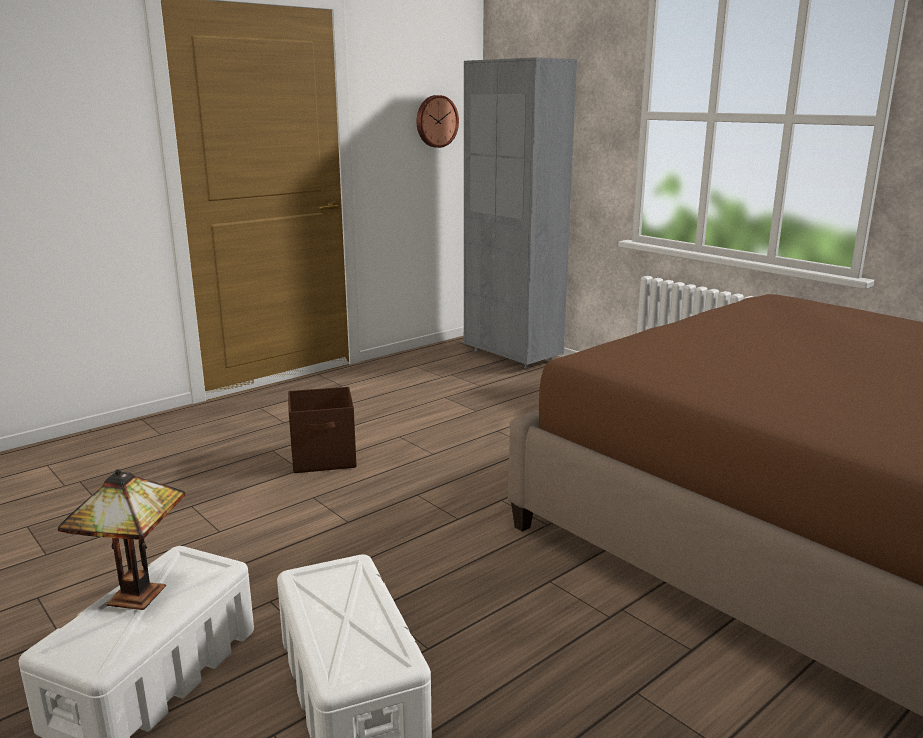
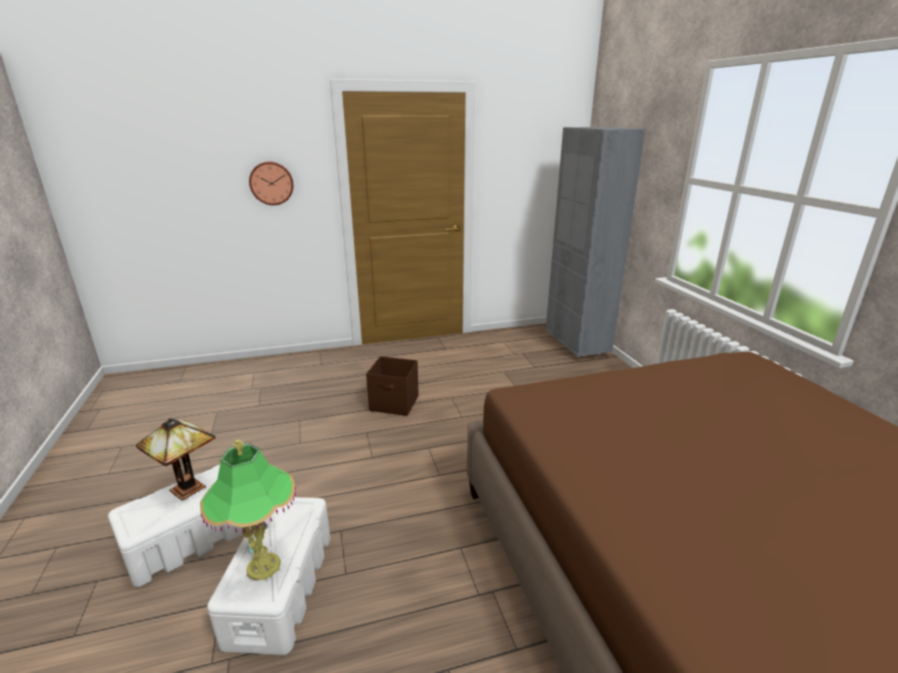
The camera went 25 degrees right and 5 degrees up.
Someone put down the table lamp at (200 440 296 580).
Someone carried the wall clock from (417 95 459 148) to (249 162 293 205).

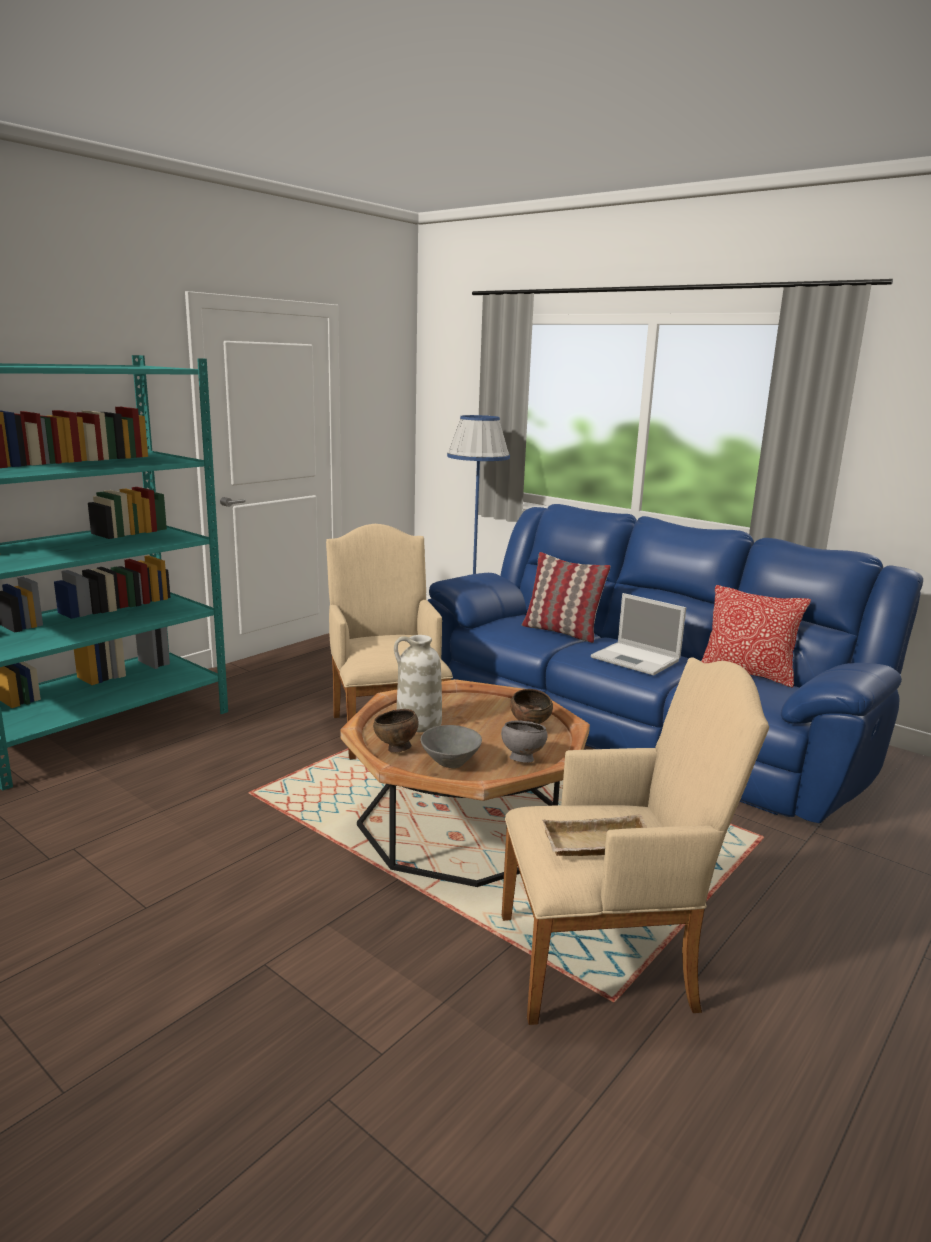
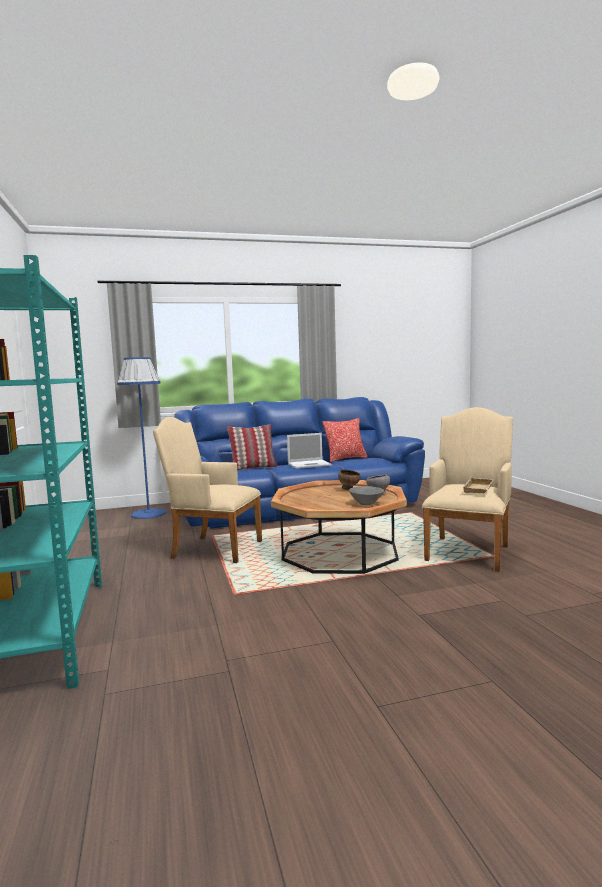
The camera went 55 degrees left and 10 degrees down.
Someone took away the bowl/brown at (373 709 418 753).
Someone took away the vase/white at (394 635 442 732).

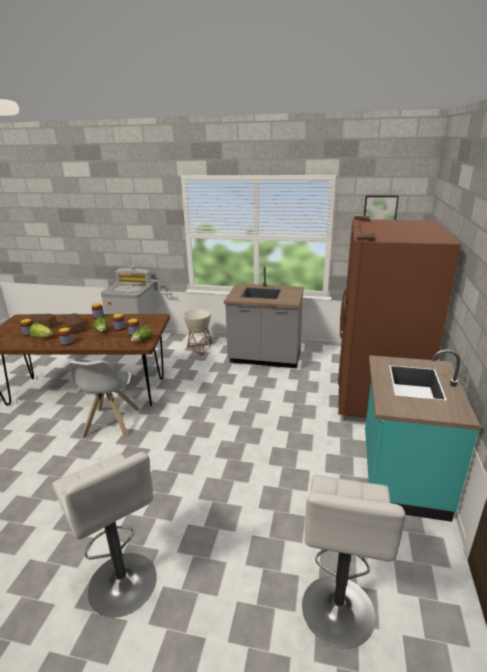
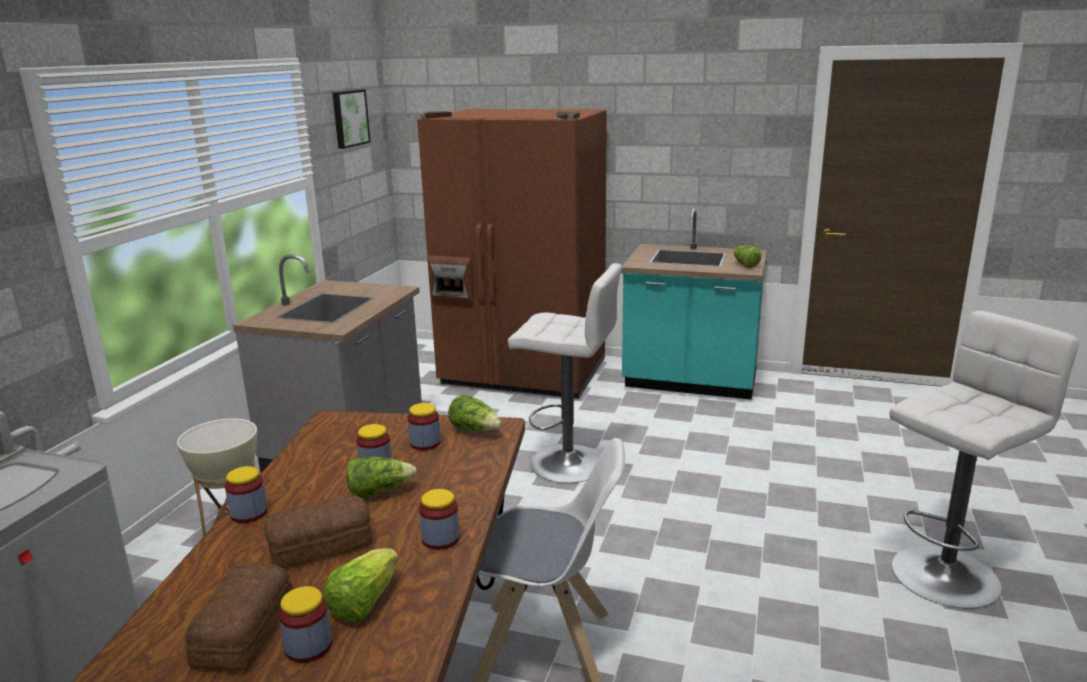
The camera went 85 degrees left and 5 degrees down.
Someone carried the stool/white from (302 475 406 649) to (508 263 622 483).
Someone put down the lettuce at (734 245 761 268).

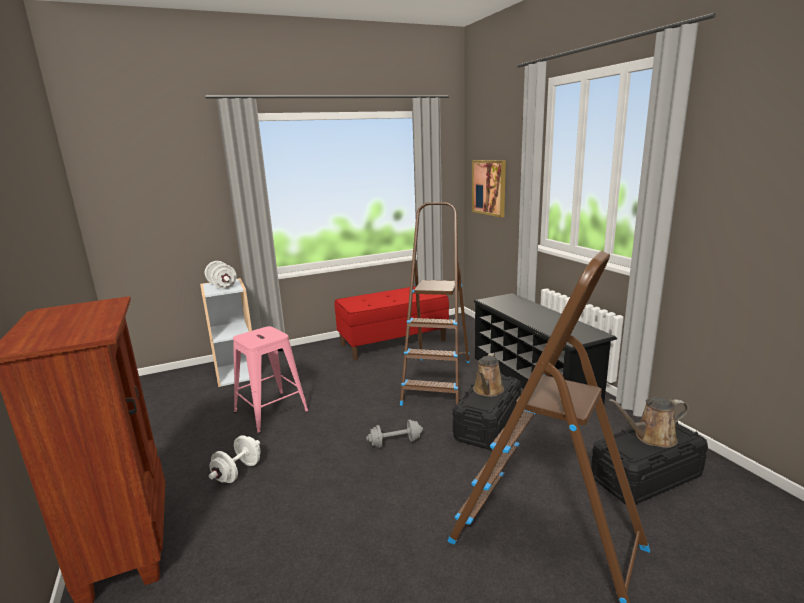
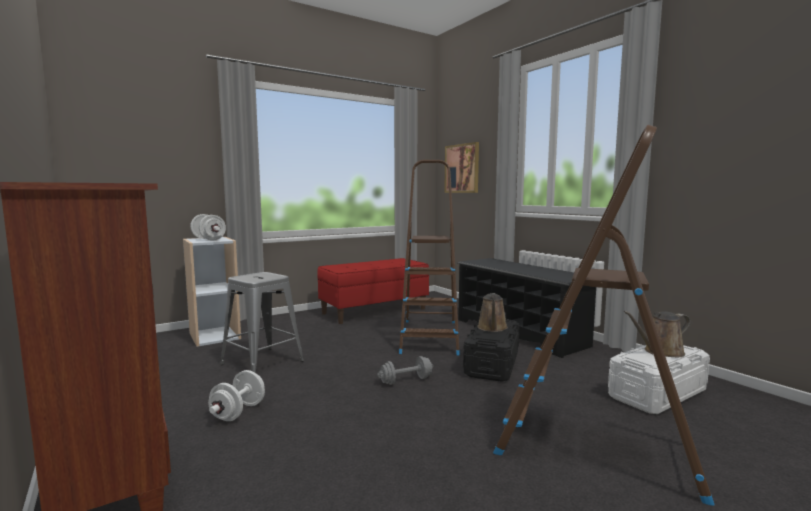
The camera went 10 degrees left and 10 degrees down.
Someone repainted the stool/pink at (233 326 308 433), which became the stool/grey at (220 272 304 373).
Someone repainted the storage box/black at (591 422 708 505), which became the storage box/white at (608 345 710 414).

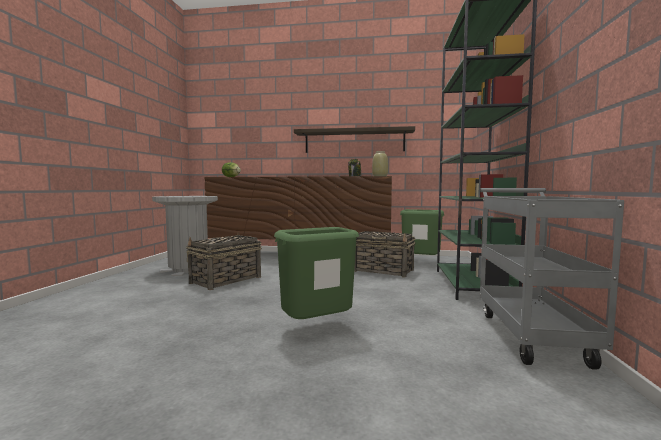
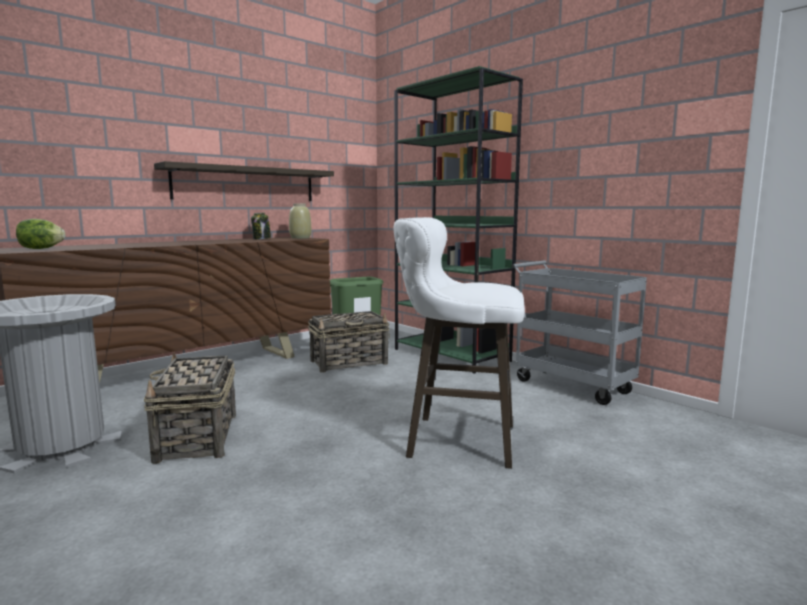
The camera went 50 degrees left and 5 degrees up.
Someone swapped the trash can/green at (274 227 359 319) for the stool/white at (394 217 525 469).

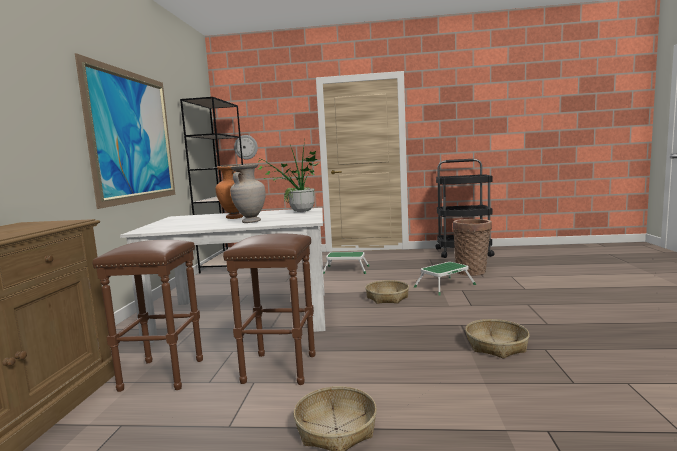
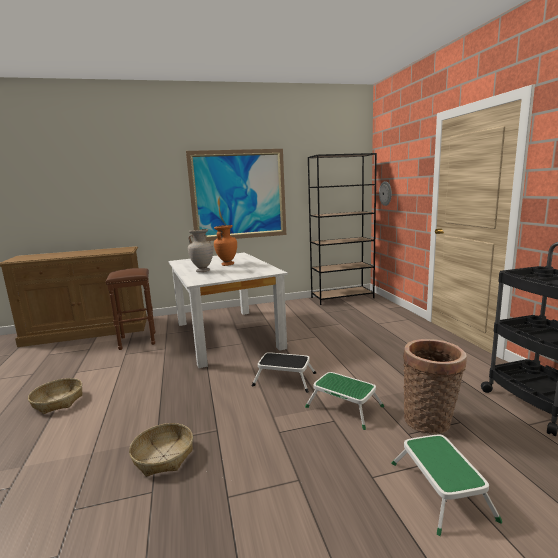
The camera went 70 degrees right and 5 degrees up.
Someone swapped the basket at (365 280 409 304) for the step ladder/black at (252 352 316 393).
Someone carried the step ladder/green from (323 252 369 274) to (391 435 502 536).
Someone took away the stool/brown at (223 234 315 385).
Someone took away the potted plant at (256 140 320 212).

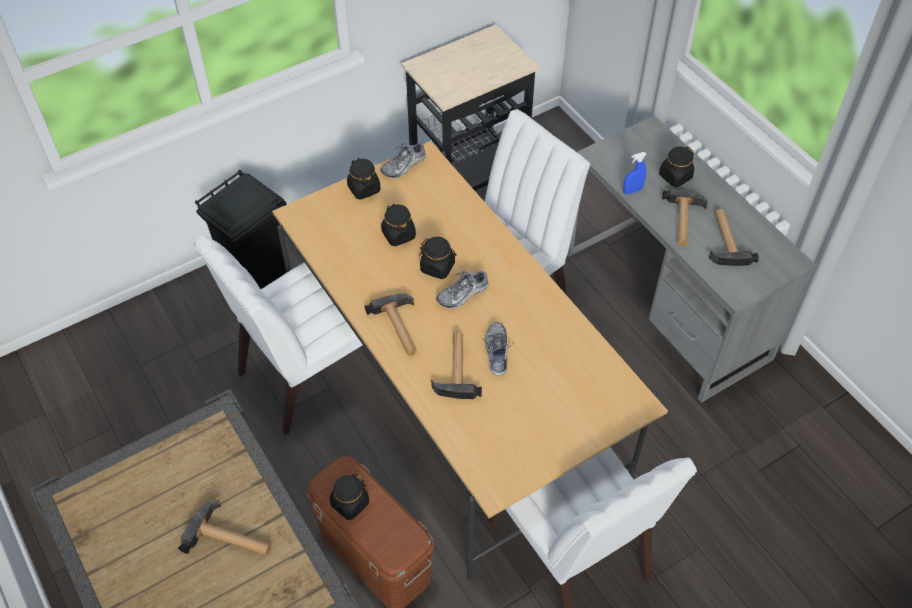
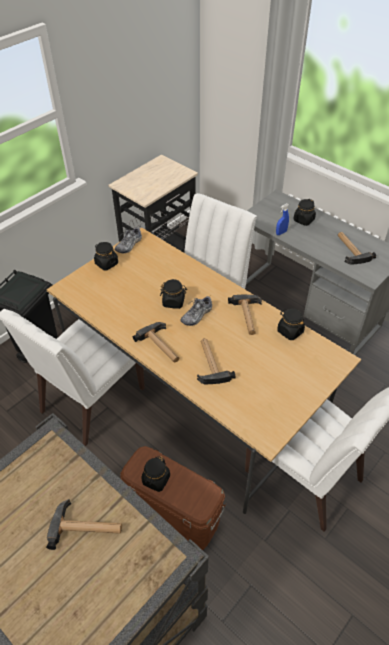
The camera went 15 degrees left and 5 degrees down.
Someone carried the hammer from (662 189 708 246) to (228 294 262 335).
Someone carried the jar/black from (381 204 416 246) to (277 309 305 340).
Someone took away the shoe at (482 322 514 376).

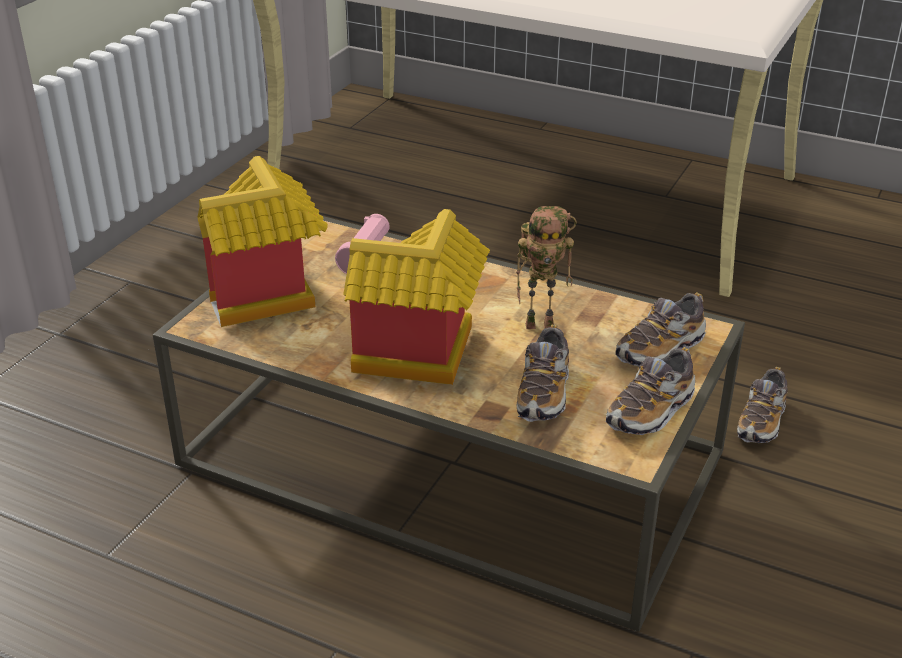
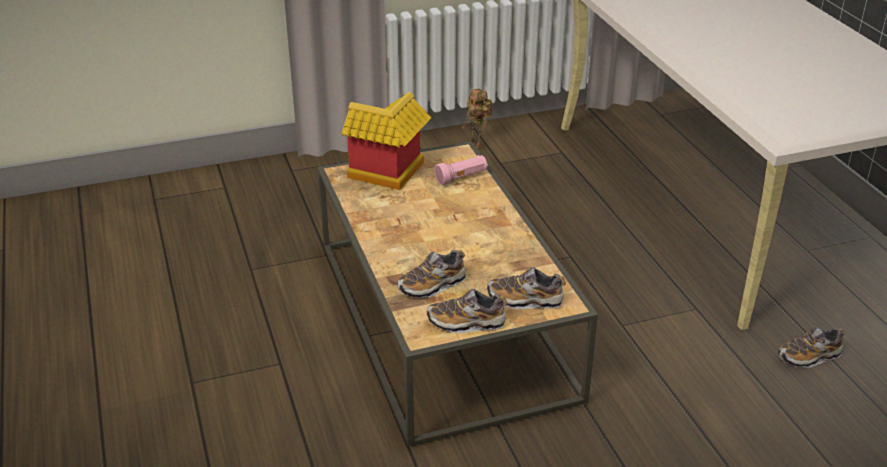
The camera went 45 degrees right and 0 degrees up.
Someone carried the toy robot from (516 206 577 329) to (462 89 492 149).
Someone carried the shoe from (737 367 788 443) to (778 326 845 368).
Someone took away the toy house at (343 209 490 385).

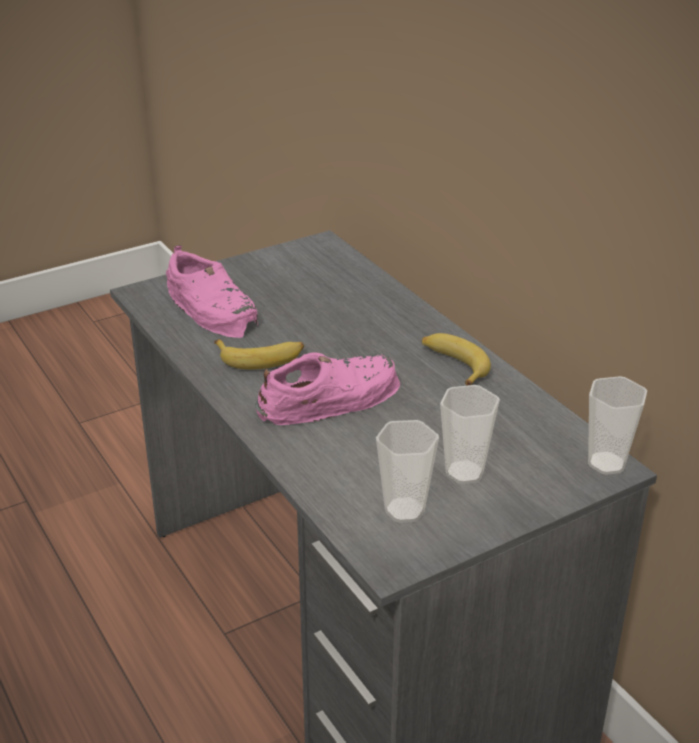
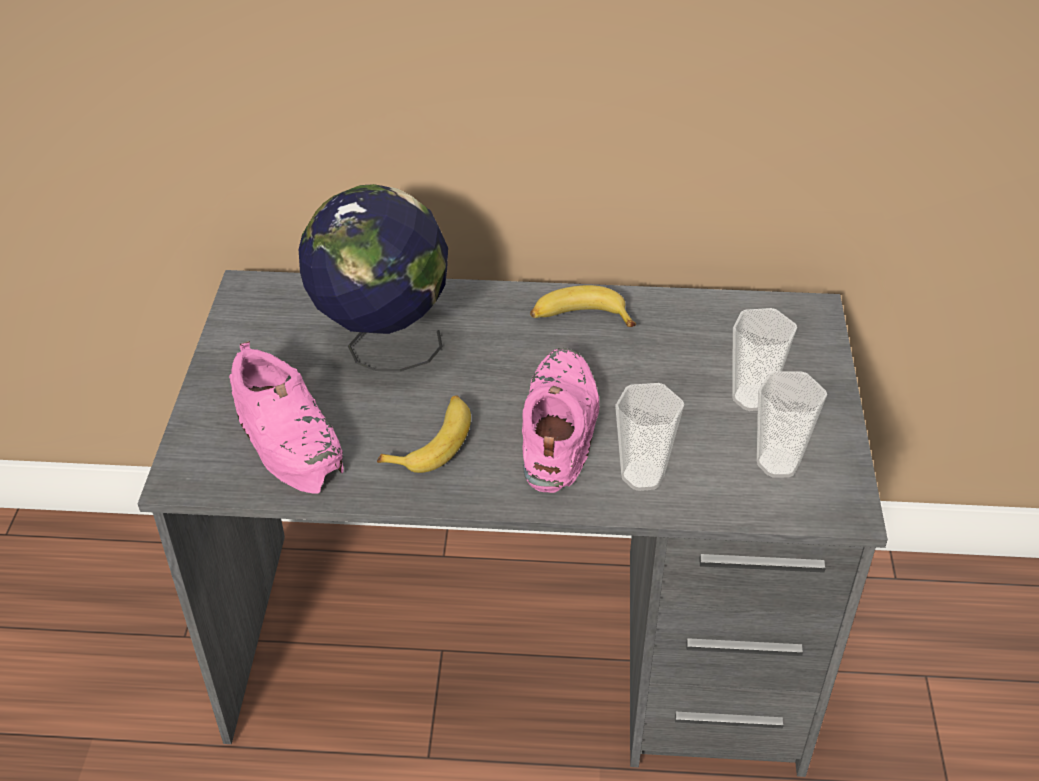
The camera went 55 degrees left and 10 degrees up.
Someone rotated the shoe/pink at (166 245 258 338) by 60 degrees clockwise.
Someone put down the globe at (299 184 448 371).
Someone carried the cup from (588 376 647 475) to (615 383 684 491).

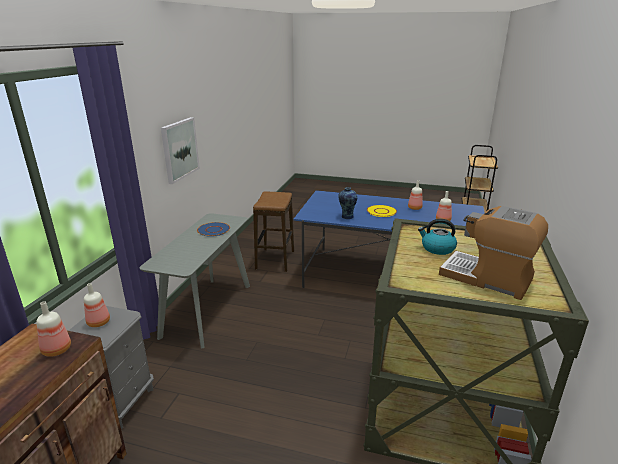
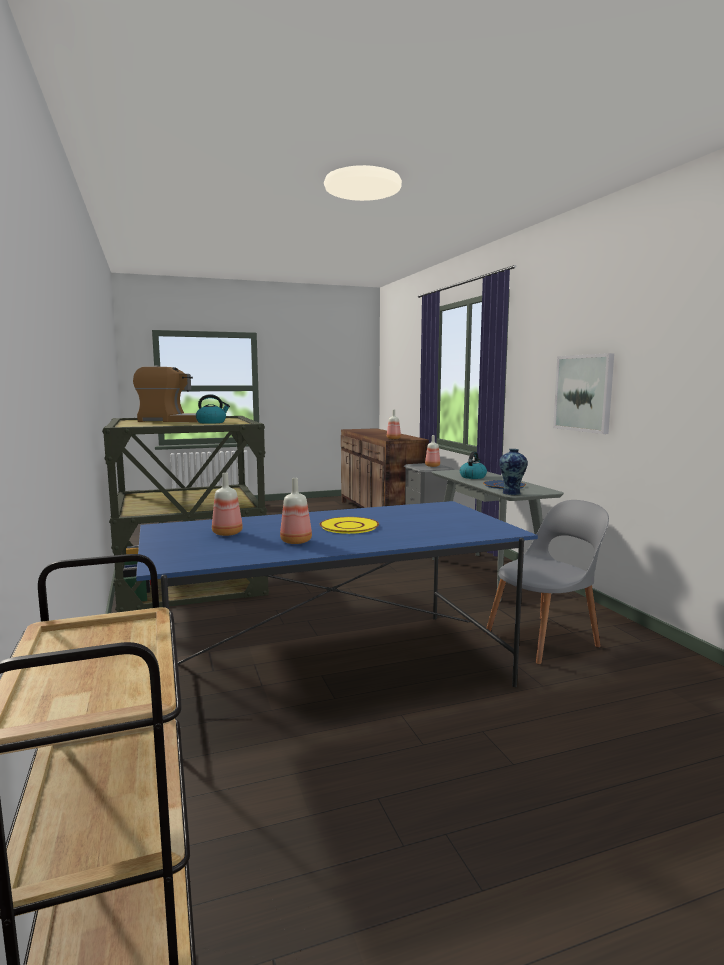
The camera went 145 degrees right and 15 degrees down.
Someone put down the kettle at (460 452 487 479).
Someone swapped the stool at (253 192 294 272) for the chair/grey at (485 500 609 664).
Someone carried the vase from (338 187 357 219) to (499 449 528 495).

